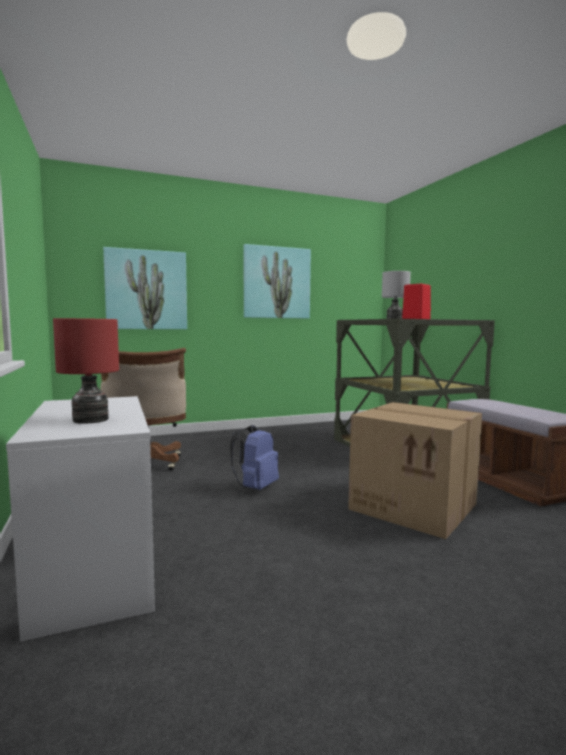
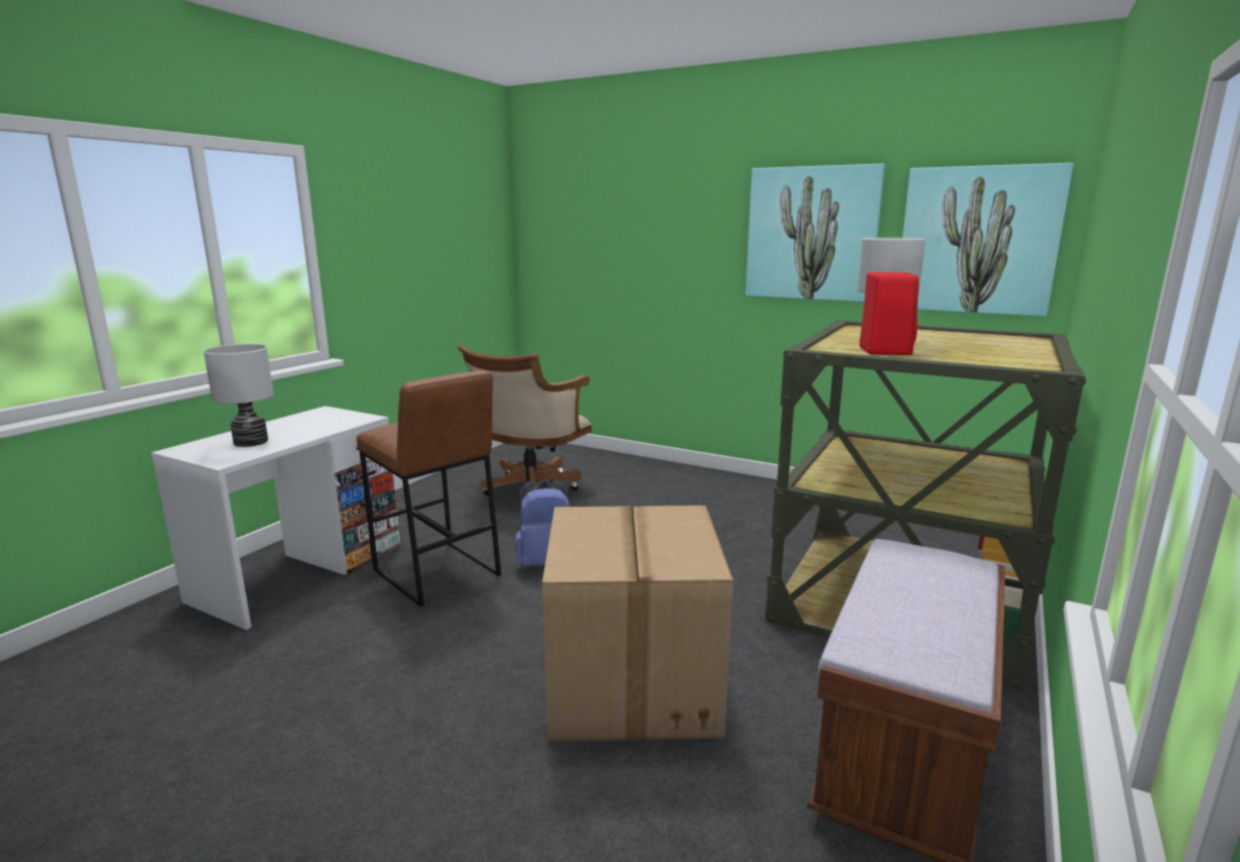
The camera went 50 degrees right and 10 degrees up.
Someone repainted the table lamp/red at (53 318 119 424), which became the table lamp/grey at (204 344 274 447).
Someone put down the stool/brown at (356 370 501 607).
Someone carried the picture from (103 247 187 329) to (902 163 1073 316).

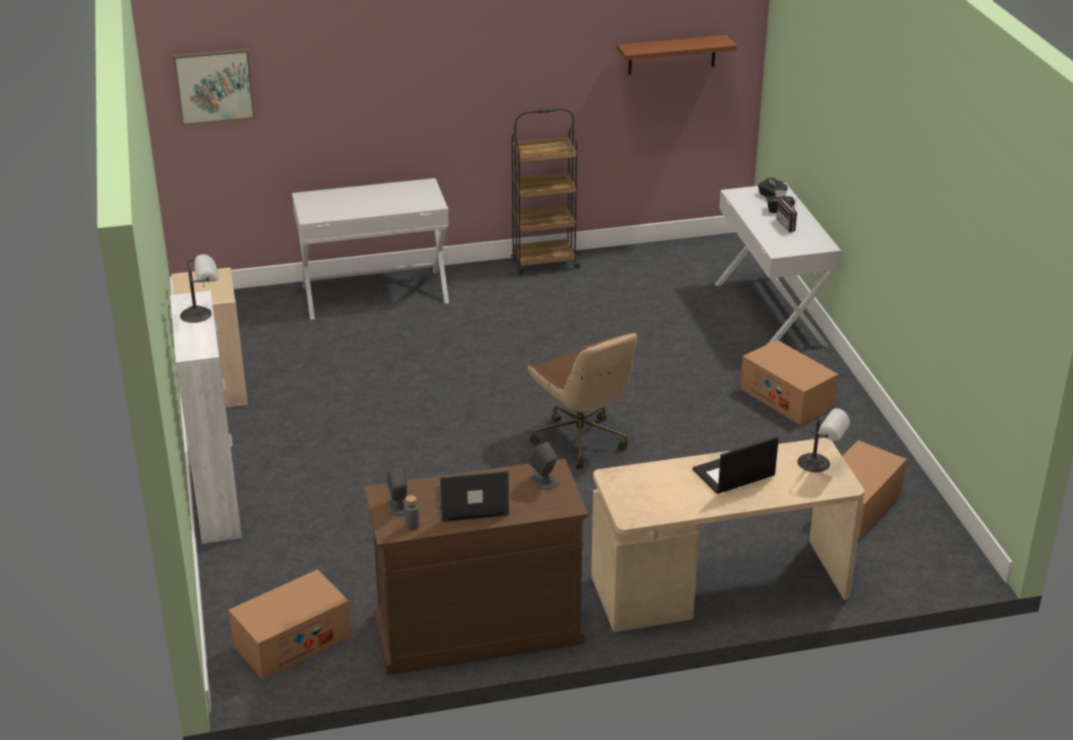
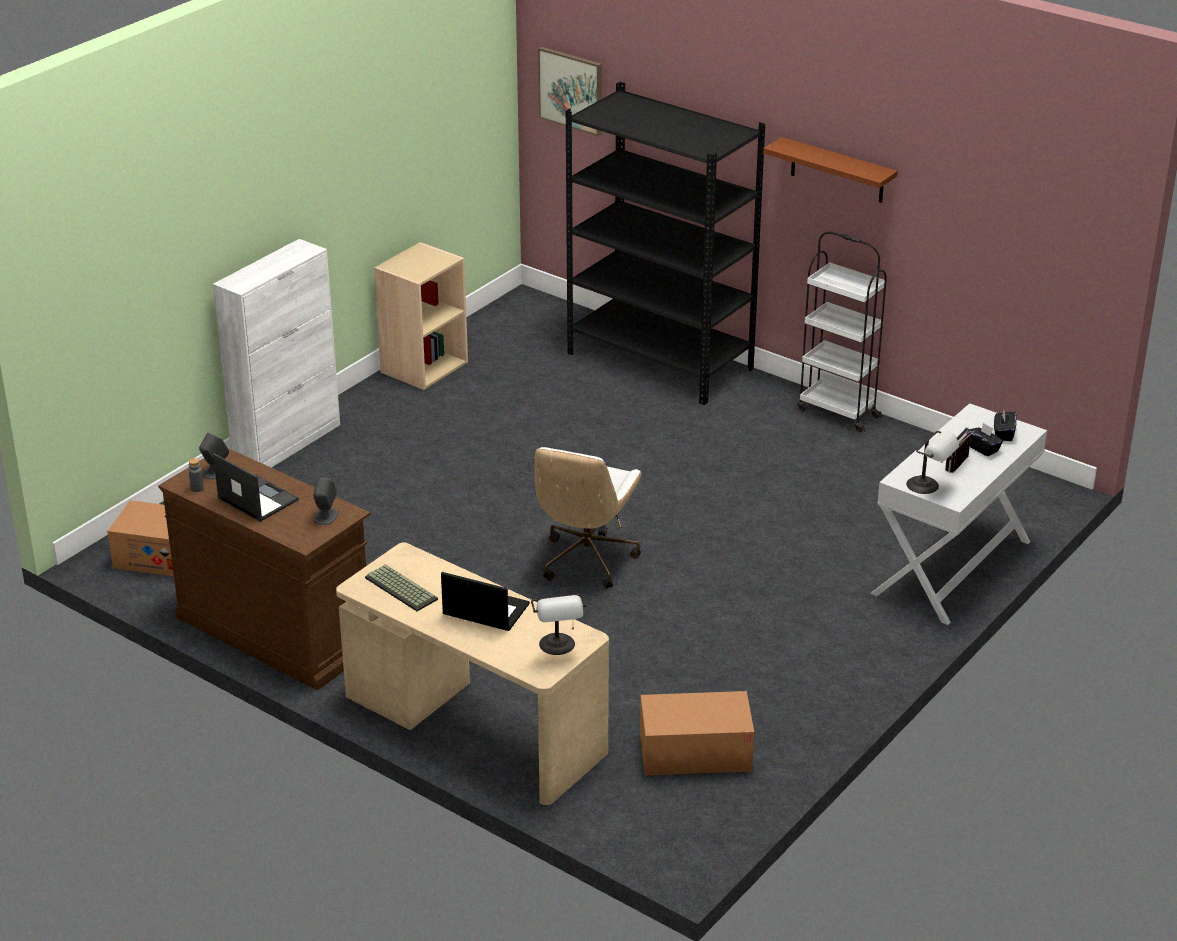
The camera went 50 degrees right and 0 degrees up.
Someone put down the keyboard at (365 564 438 611).
Someone repainted the office chair/brown at (528 332 637 469), which became the office chair/white at (535 447 641 589).
Someone swapped the console table/white at (292 178 449 320) for the bookcase/black at (566 82 765 405).
Someone carried the shelf/brown from (617 35 737 75) to (763 137 898 203).
Someone repainted the cart/brown at (511 108 582 276), which became the cart/white at (798 232 887 433).
Someone carried the table lamp from (180 254 219 323) to (906 431 959 494).
Someone took away the cardboard box at (740 340 839 425).

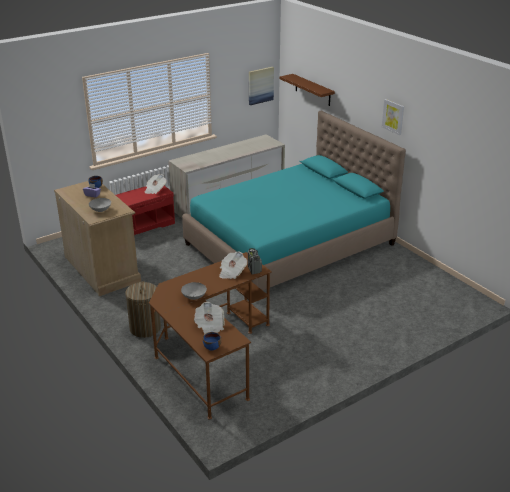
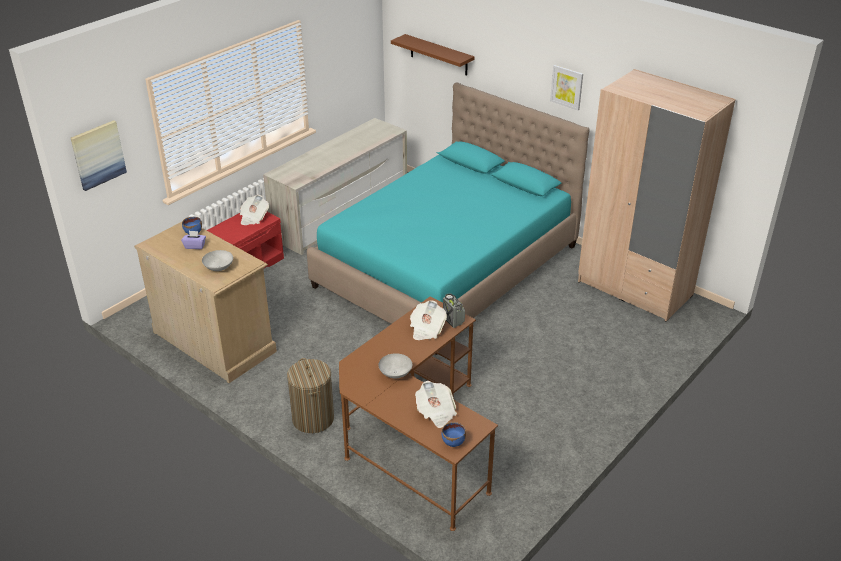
The camera went 15 degrees left and 5 degrees up.
Someone carried the picture from (249 67 274 105) to (71 120 127 191).
Someone put down the wardrobe/beige at (578 69 736 322).

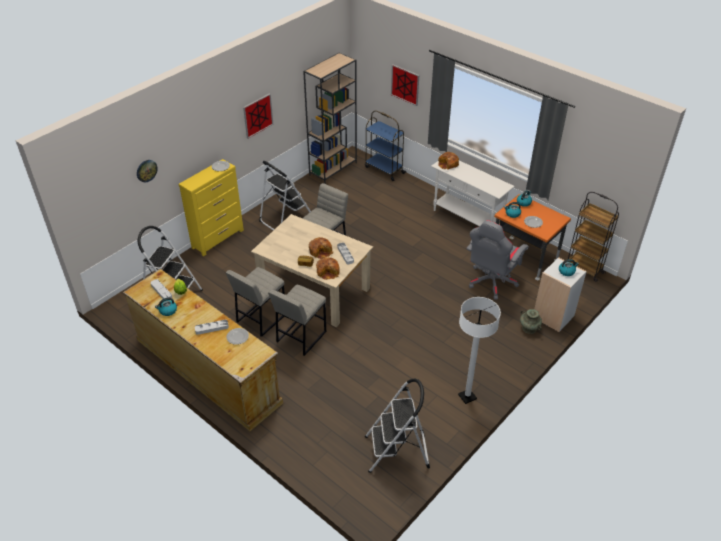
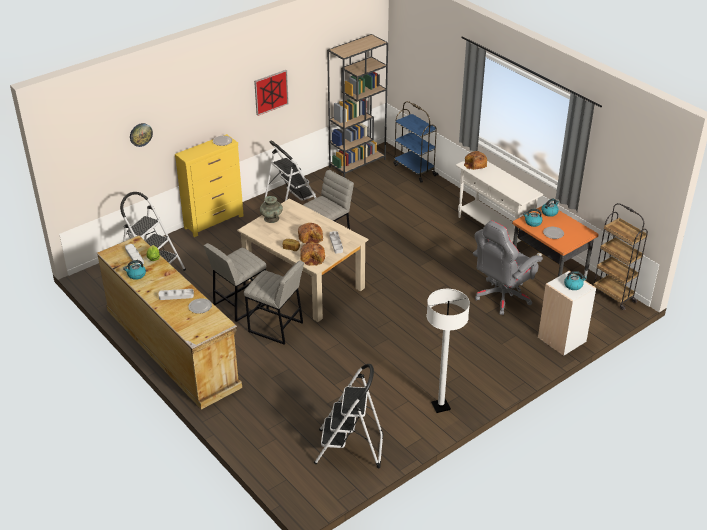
The camera went 10 degrees right and 5 degrees down.
Someone rotated the chair/grey at (268 285 326 356) by 105 degrees counterclockwise.
Someone carried the vase/turquoise from (520 309 542 334) to (260 196 283 223).
Someone took away the picture at (391 65 419 106).

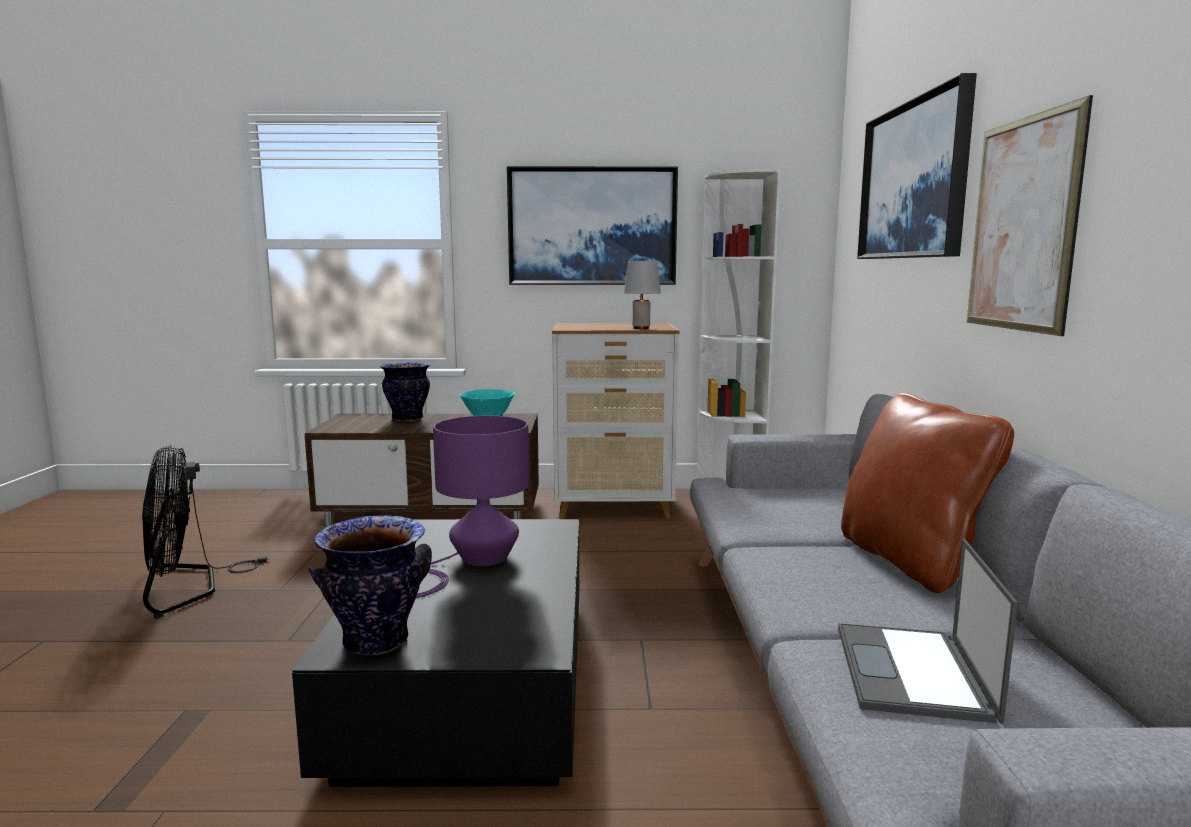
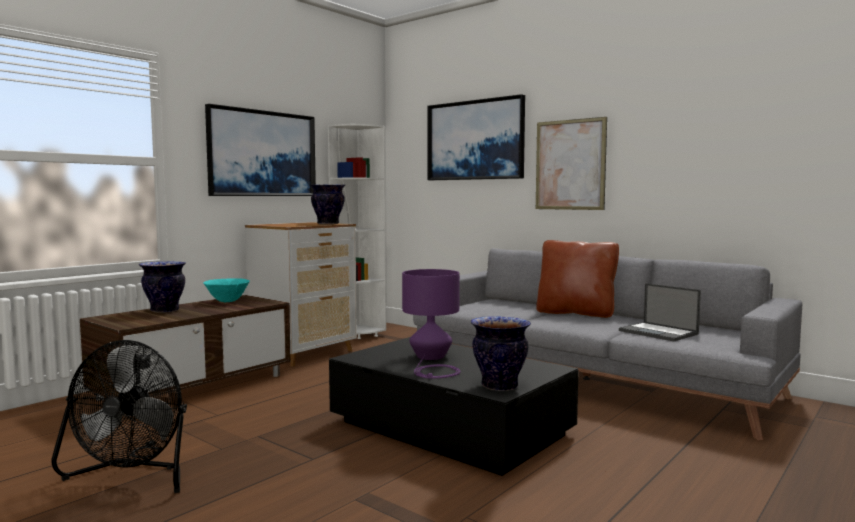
The camera went 50 degrees left and 5 degrees down.
Someone swapped the table lamp/grey at (624 261 661 329) for the vase at (310 184 345 225).

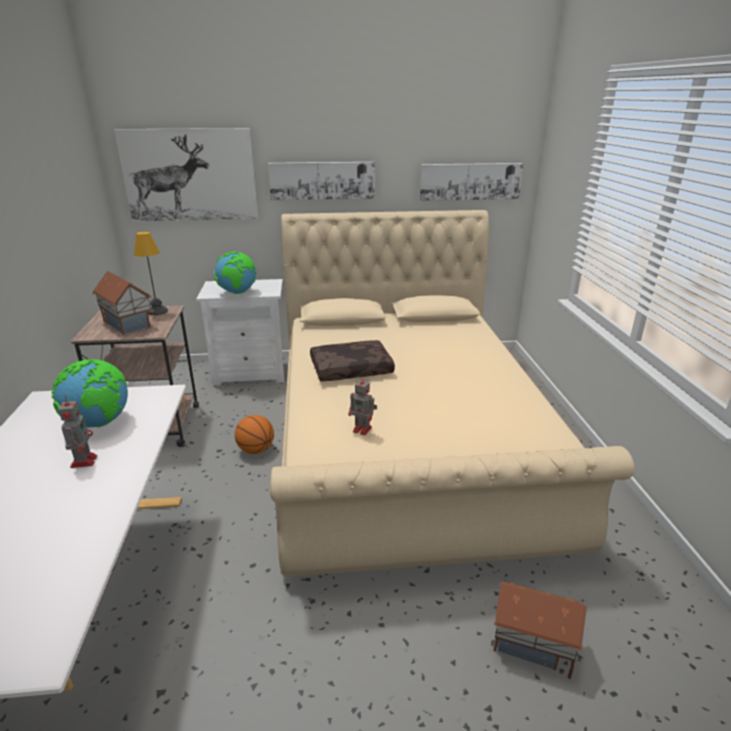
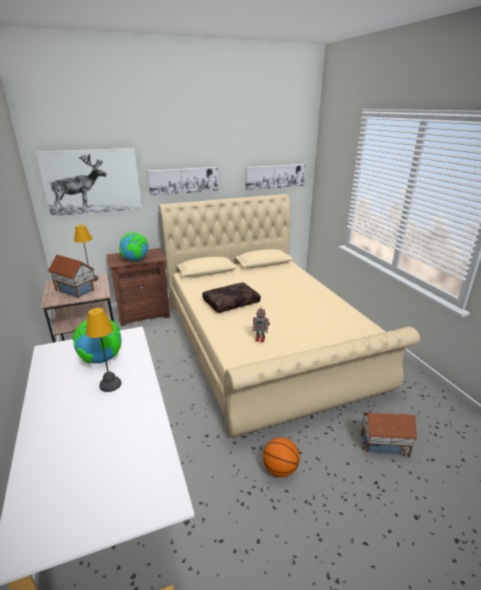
The camera went 15 degrees left and 0 degrees up.
Someone swapped the toy robot at (58 396 97 468) for the table lamp at (86 308 121 392).
Someone repainted the nightstand/white at (196 279 284 386), which became the nightstand/brown at (107 248 170 326).
Someone carried the basketball from (235 415 274 454) to (263 437 300 477).

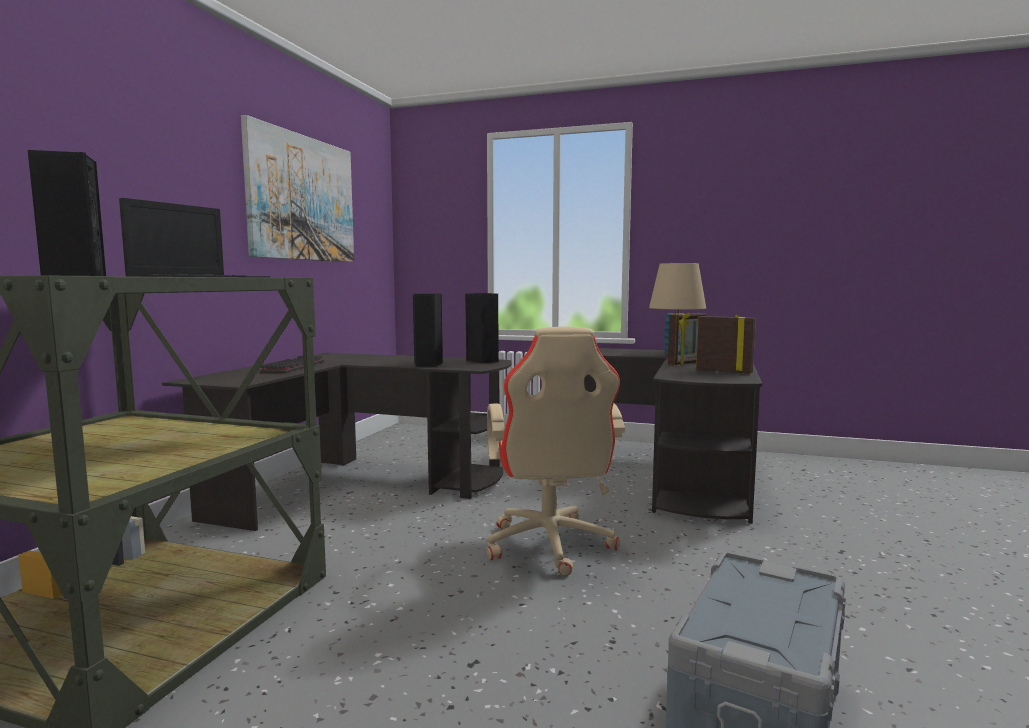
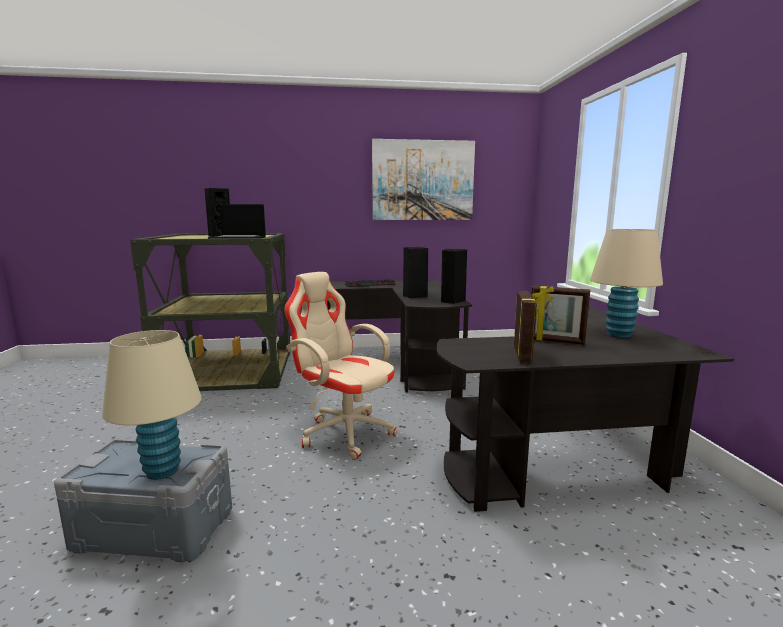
The camera went 65 degrees right and 5 degrees up.
Someone put down the table lamp/beige at (102 330 201 480).
Someone rotated the office chair/beige at (487 327 625 576) by 75 degrees clockwise.

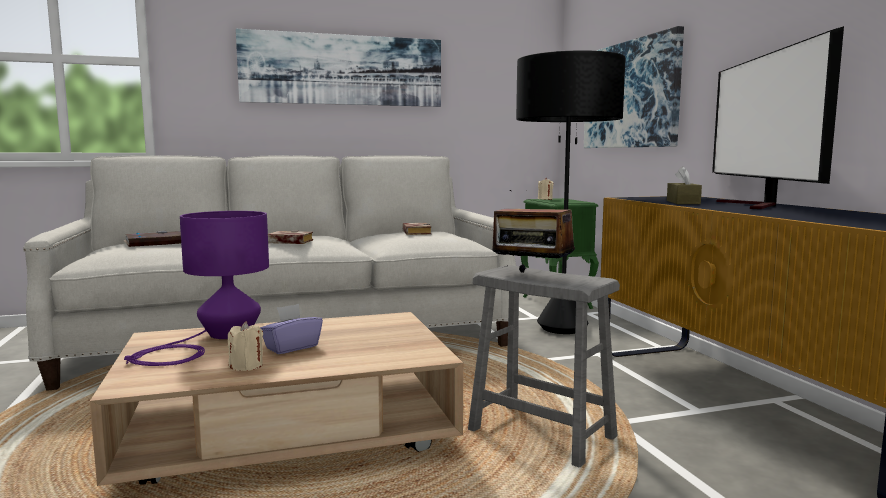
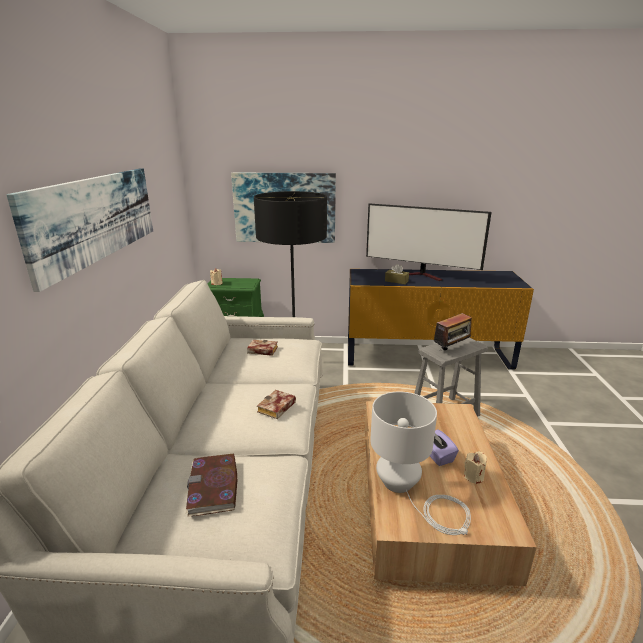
The camera went 70 degrees left and 15 degrees up.
Someone repainted the table lamp/purple at (124 211 269 366), which became the table lamp/grey at (371 392 471 535).

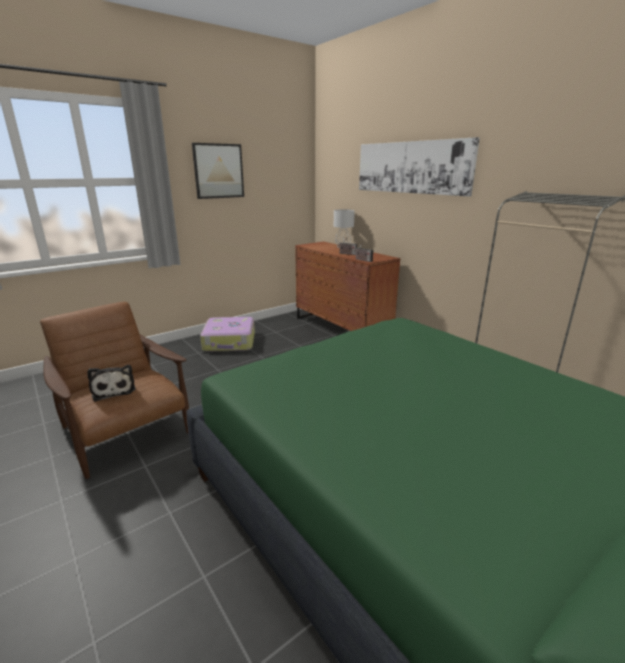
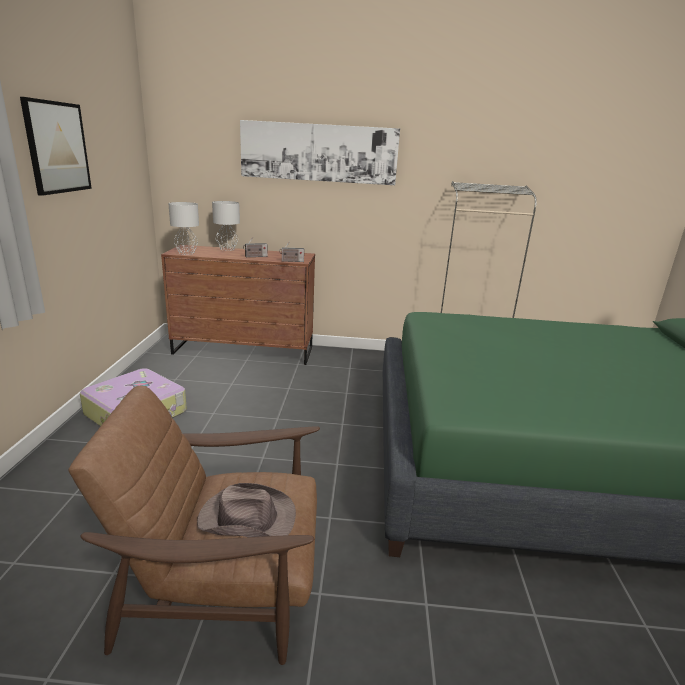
The camera went 50 degrees left and 0 degrees up.
Someone put down the table lamp/grey at (168 202 199 255).
Someone swapped the plush toy at (87 365 136 402) for the hat/brown at (197 483 296 537).

